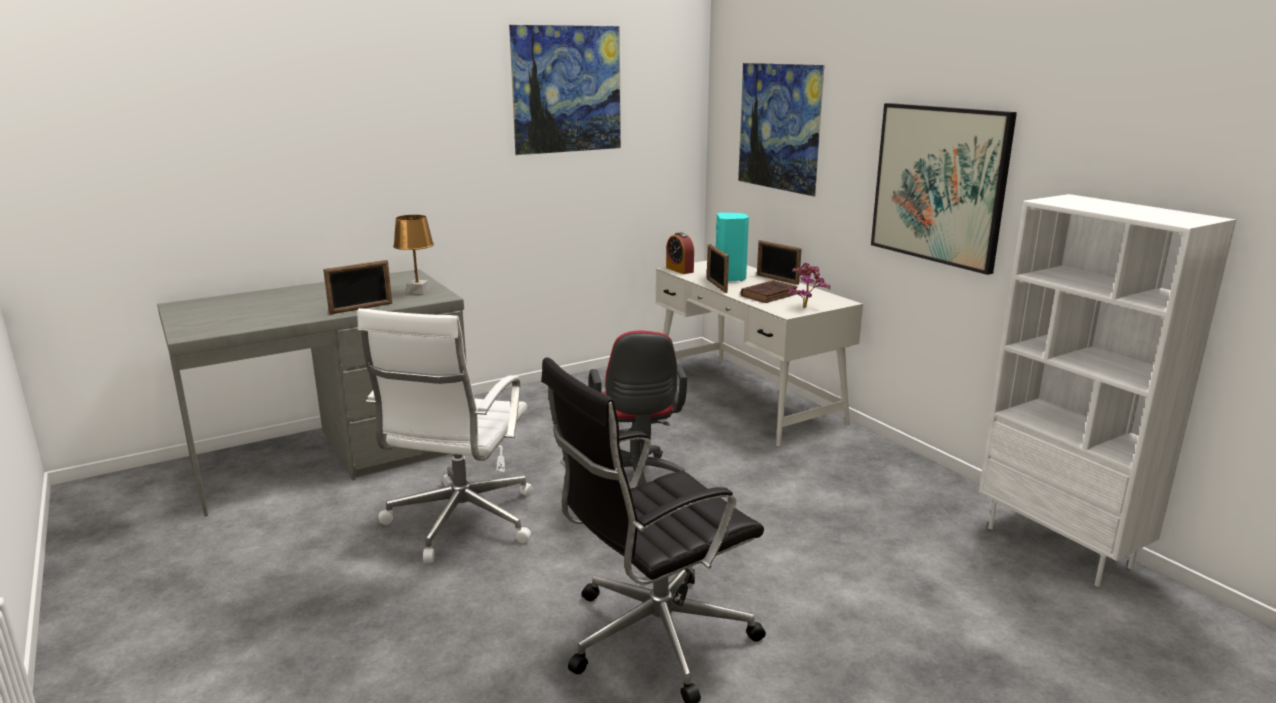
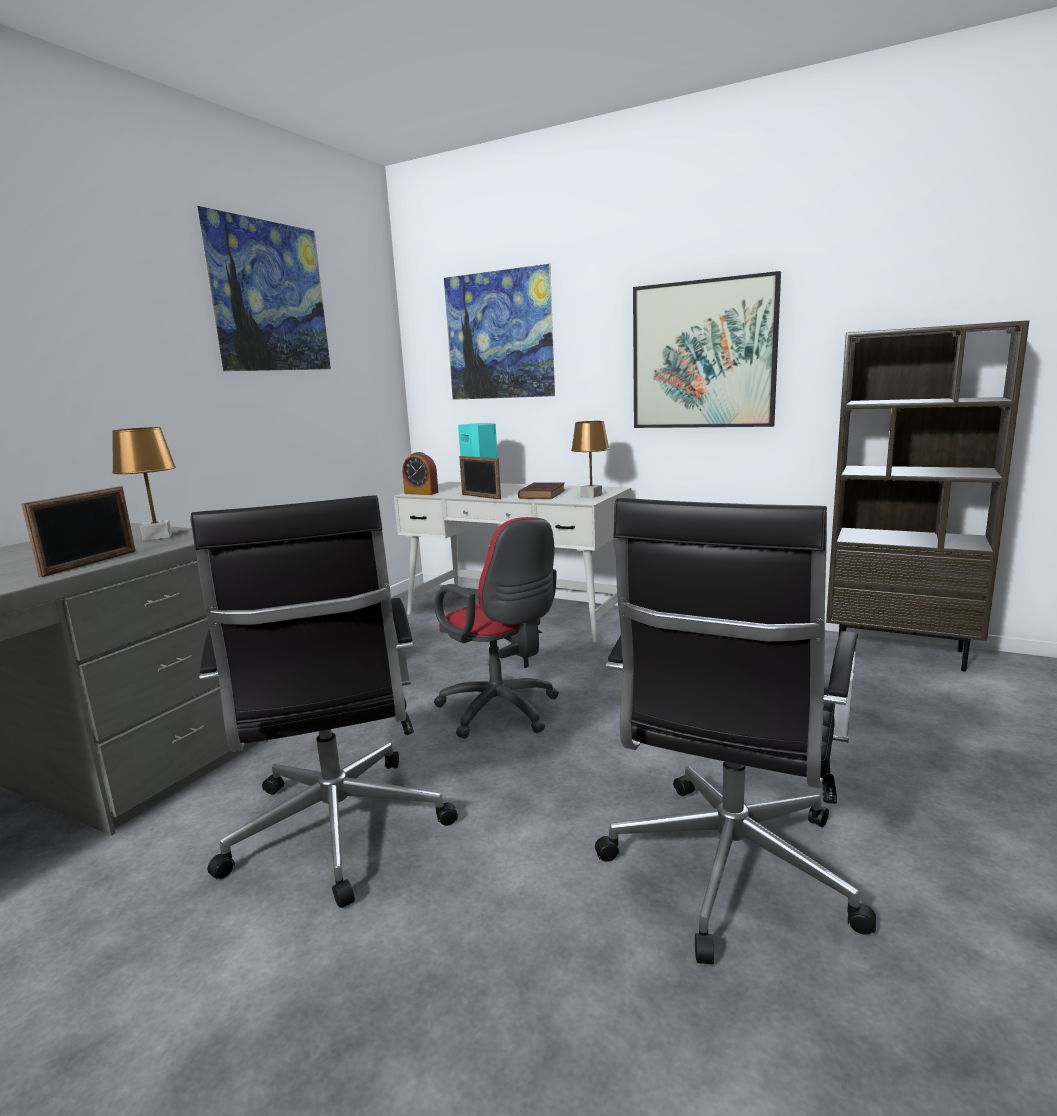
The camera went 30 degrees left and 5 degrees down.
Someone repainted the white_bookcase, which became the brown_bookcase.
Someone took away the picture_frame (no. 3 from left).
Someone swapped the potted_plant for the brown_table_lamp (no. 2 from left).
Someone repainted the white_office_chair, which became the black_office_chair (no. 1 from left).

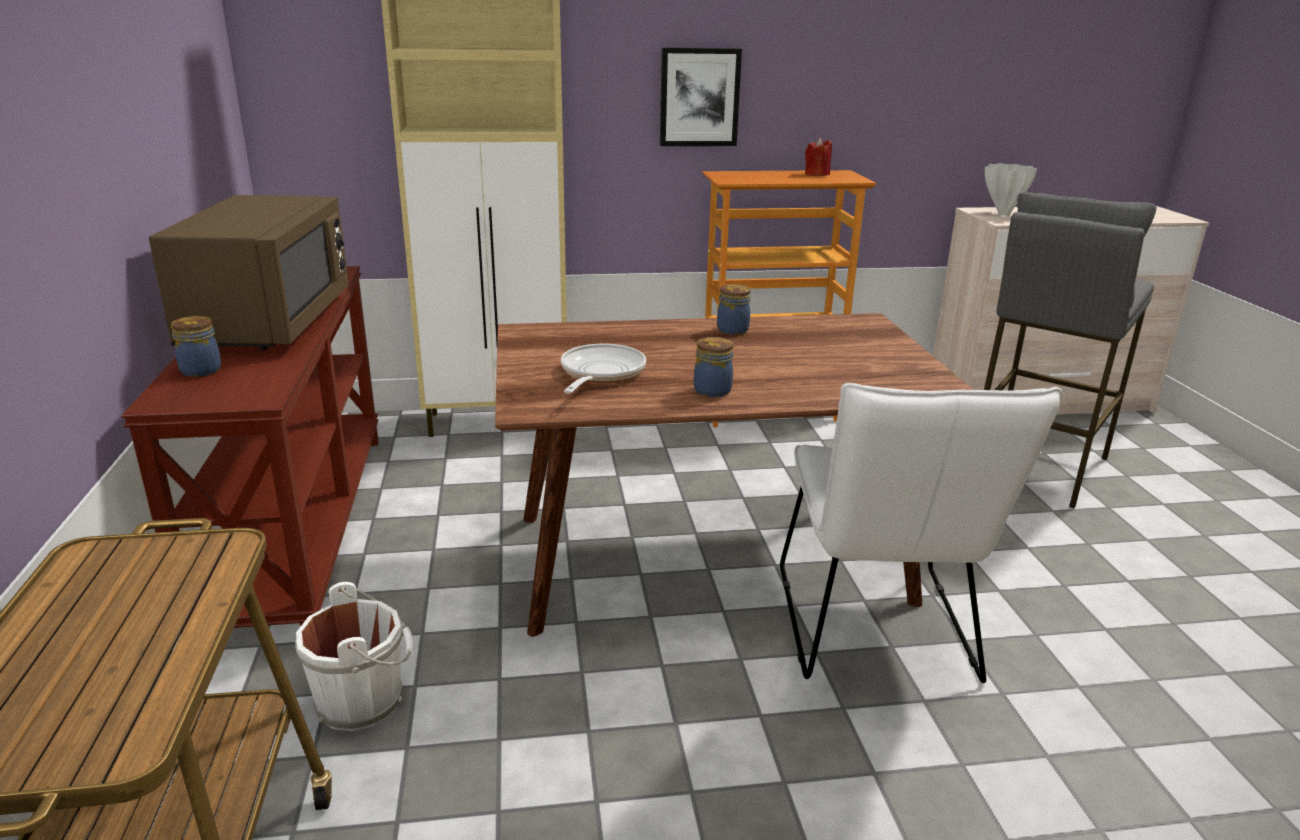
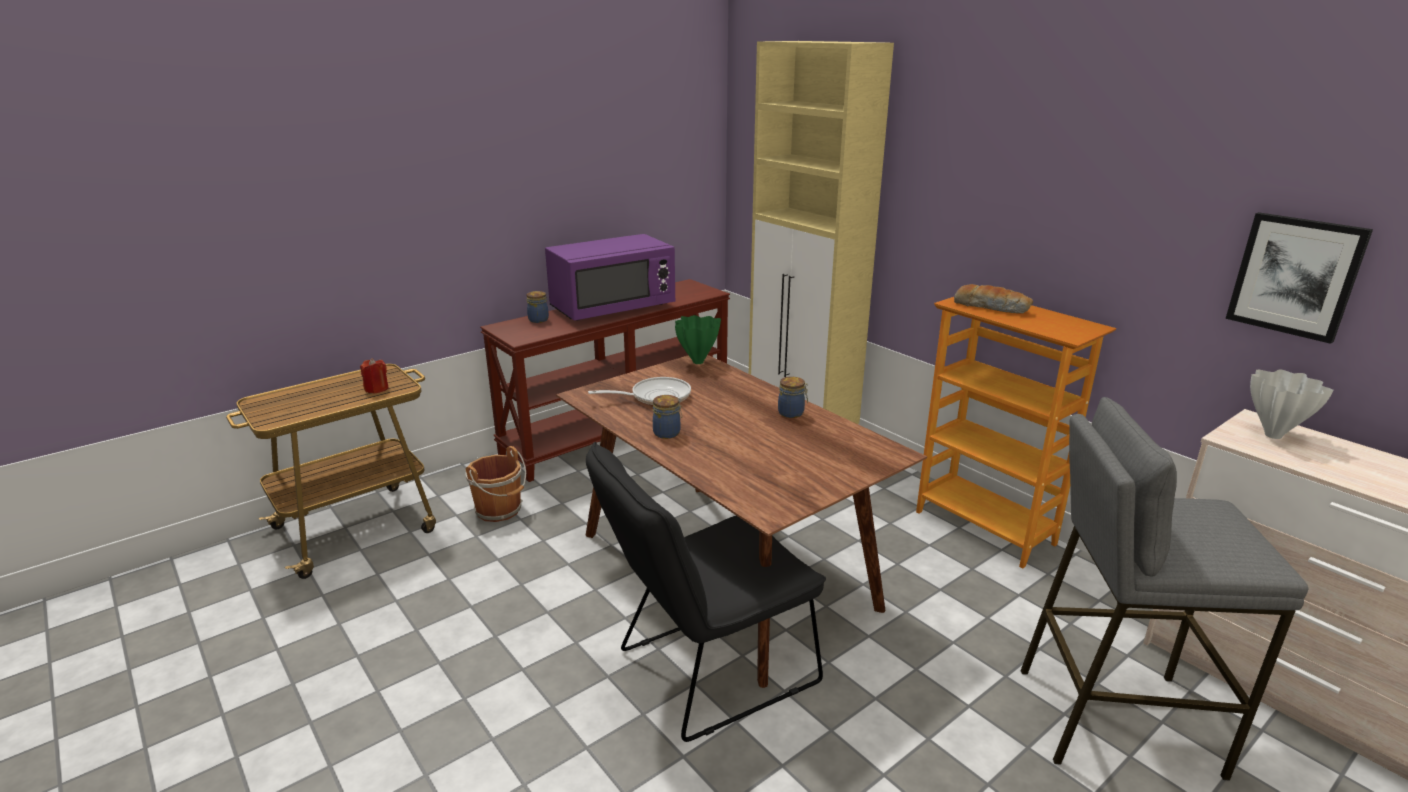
The camera went 60 degrees right and 0 degrees up.
Someone carried the picture.
Someone carried the red_candle.
Someone repainted the brown_microwave, which became the purple_microwave.
Someone repainted the white_chair, which became the black_chair.
Someone repainted the white_bucket, which became the brown_bucket.
Someone put down the bread.
Someone put down the green_vase.

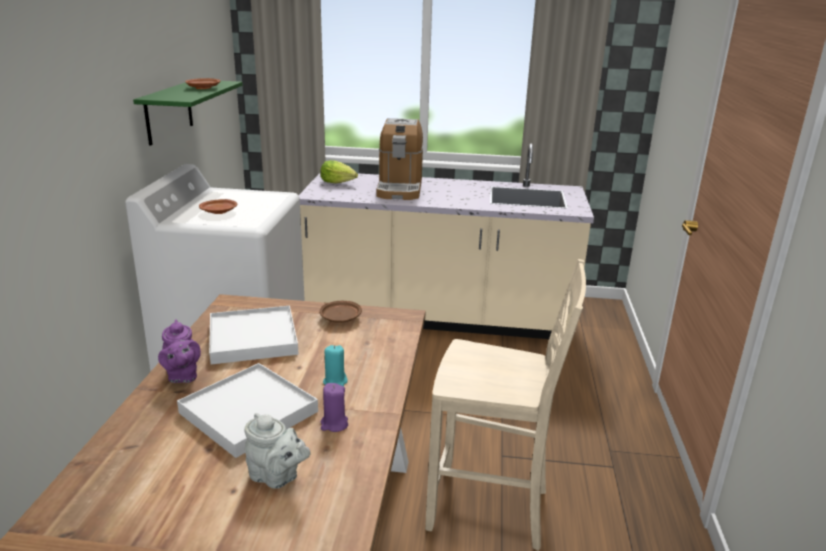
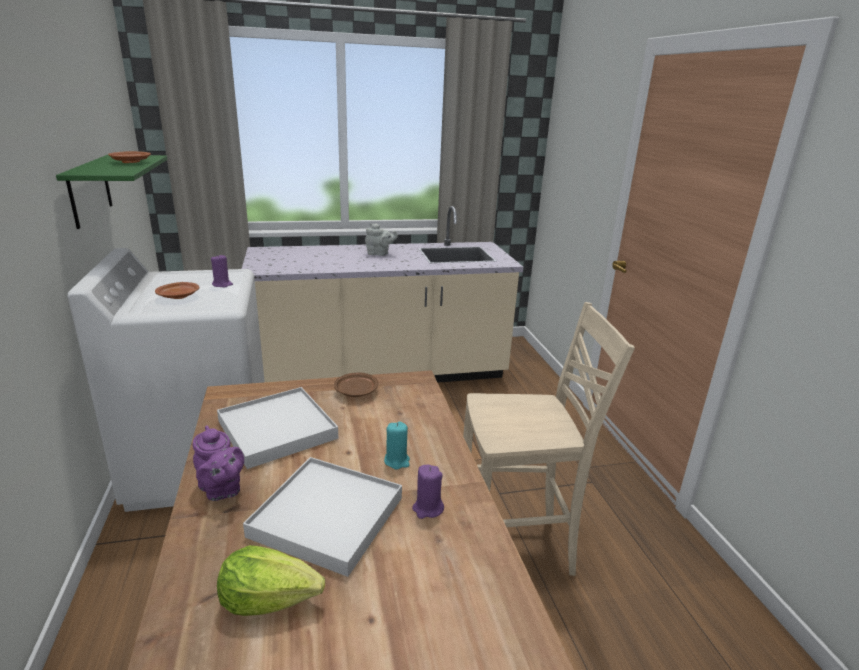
The camera went 20 degrees left and 0 degrees up.
Someone took away the coffee_machine.
Someone carried the lettuce.
Someone carried the grey_teapot.
Someone put down the purple_candle (no. 1 from left).

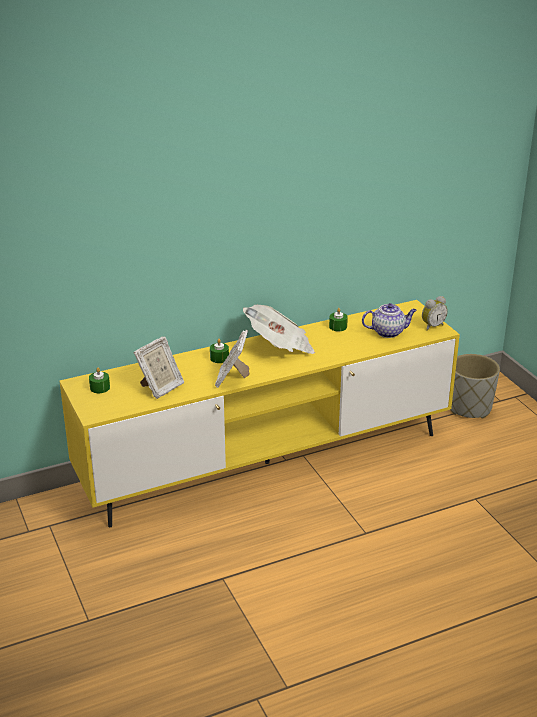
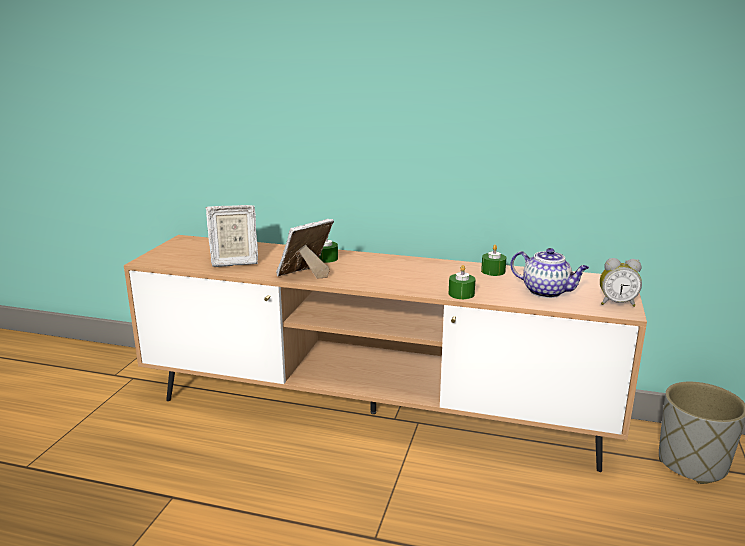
The camera went 40 degrees right and 10 degrees down.
Someone repainted the yellow_tv_stand, which became the brown_tv_stand.
Someone took away the newspaper.
Someone carried the green_candle (no. 1 from left in the first image).

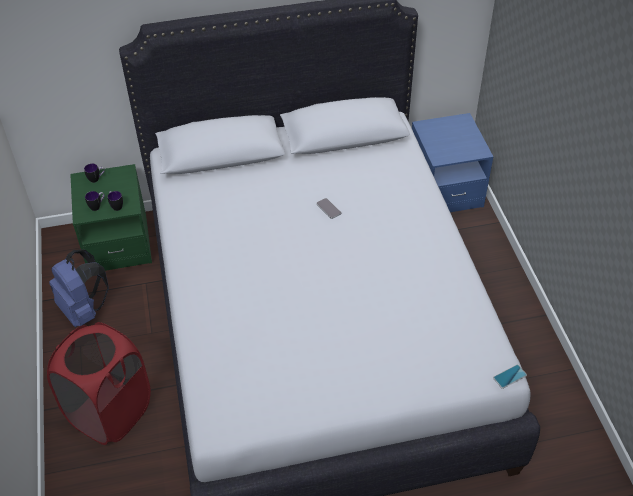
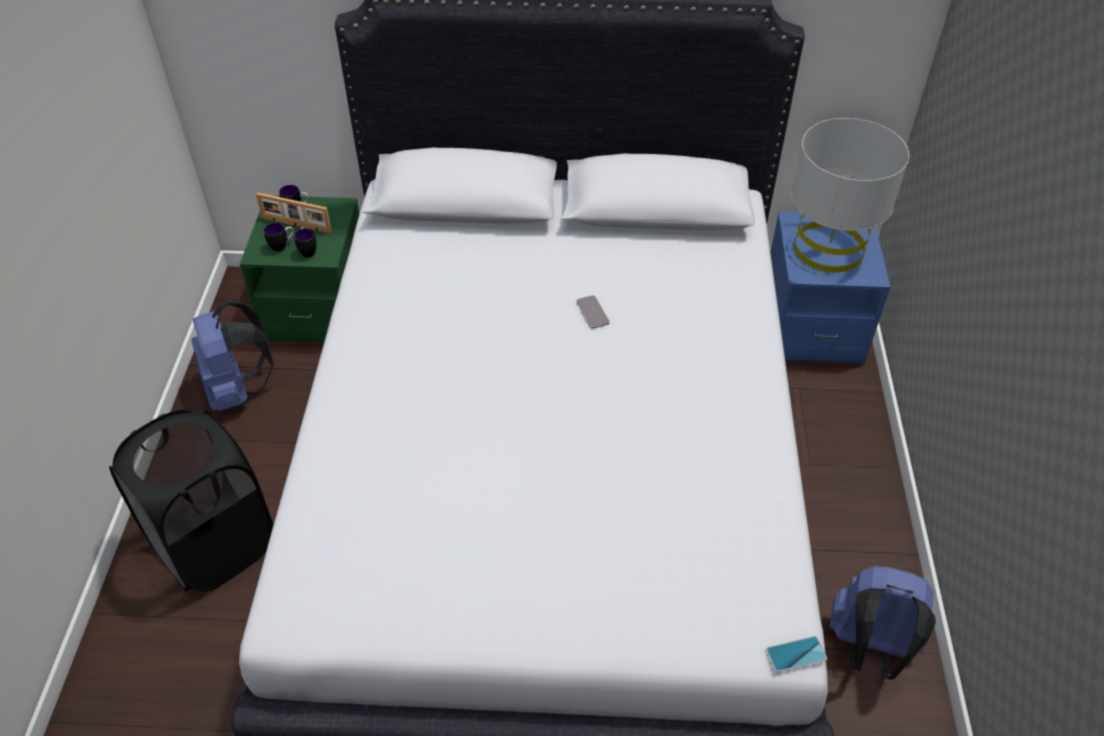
The camera went 15 degrees right and 0 degrees up.
Someone repainted the red_laundry_basket, which became the black_laundry_basket.
Someone put down the grey_table_lamp.
Someone put down the picture_frame.
Someone put down the blue_backpack (no. 2 from left).

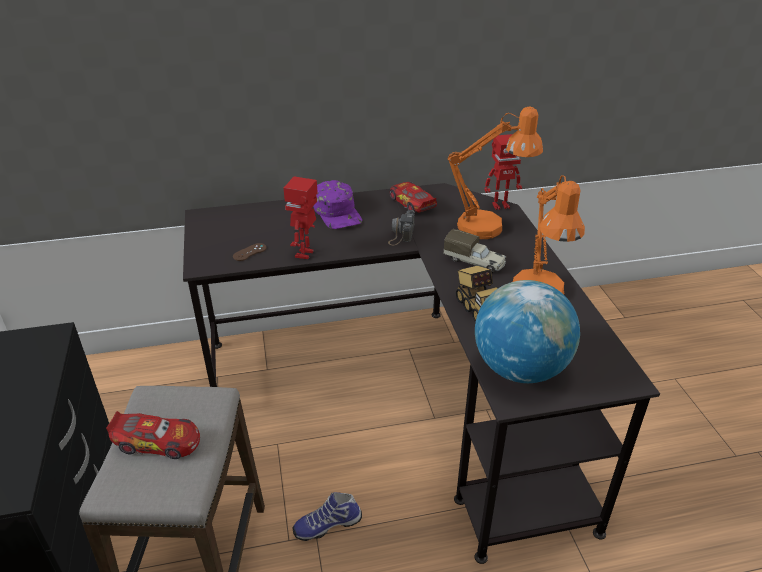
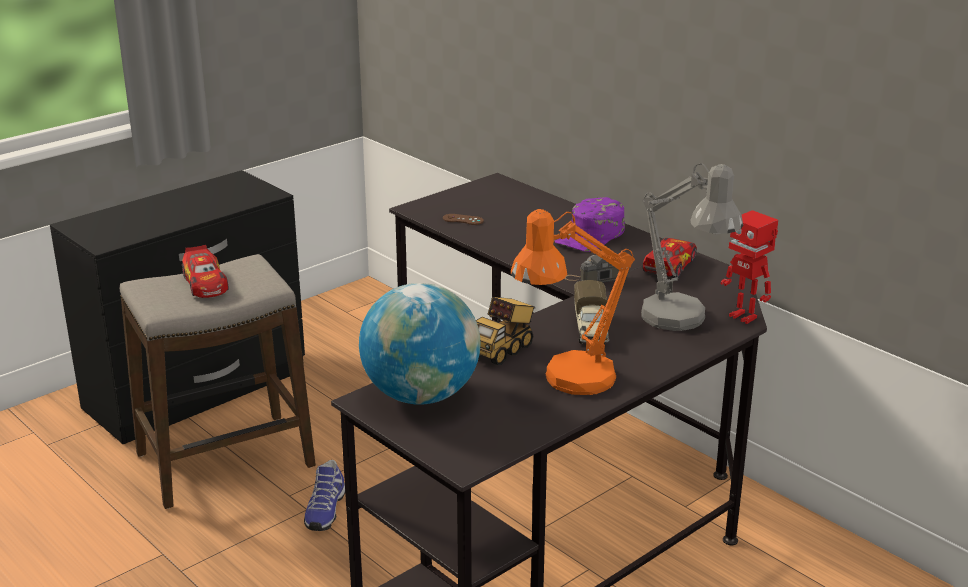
The camera went 60 degrees right and 10 degrees down.
Someone repainted the orange_table_lamp (no. 1 from left), which became the grey_table_lamp.
Someone took away the toy_robot (no. 1 from left).
Someone rotated the shoe by 120 degrees counterclockwise.

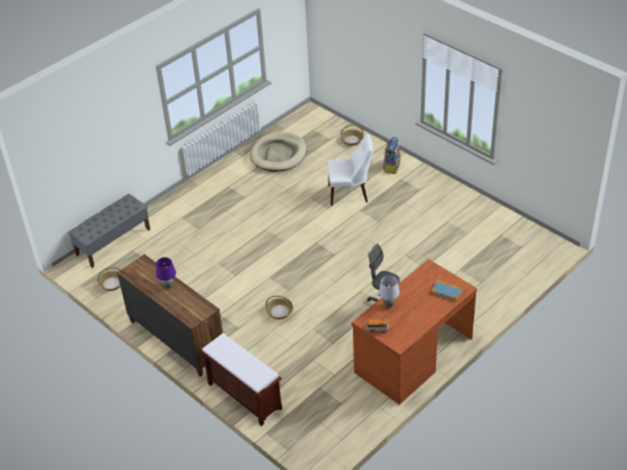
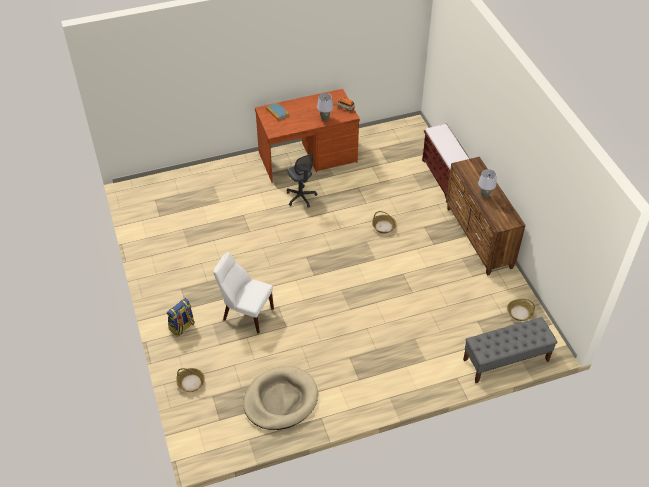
The camera went 155 degrees left and 5 degrees up.
Someone repainted the purple_table_lamp, which became the grey_table_lamp (no. 2 from left).

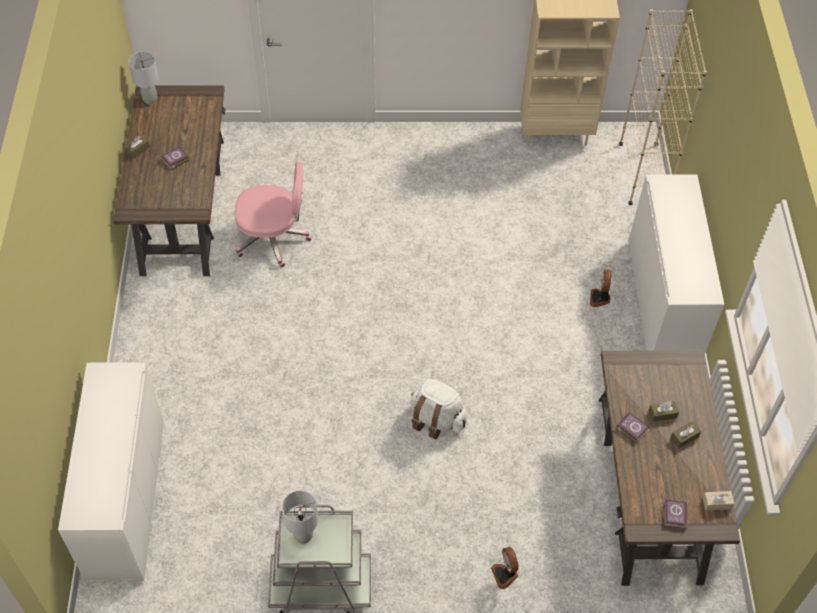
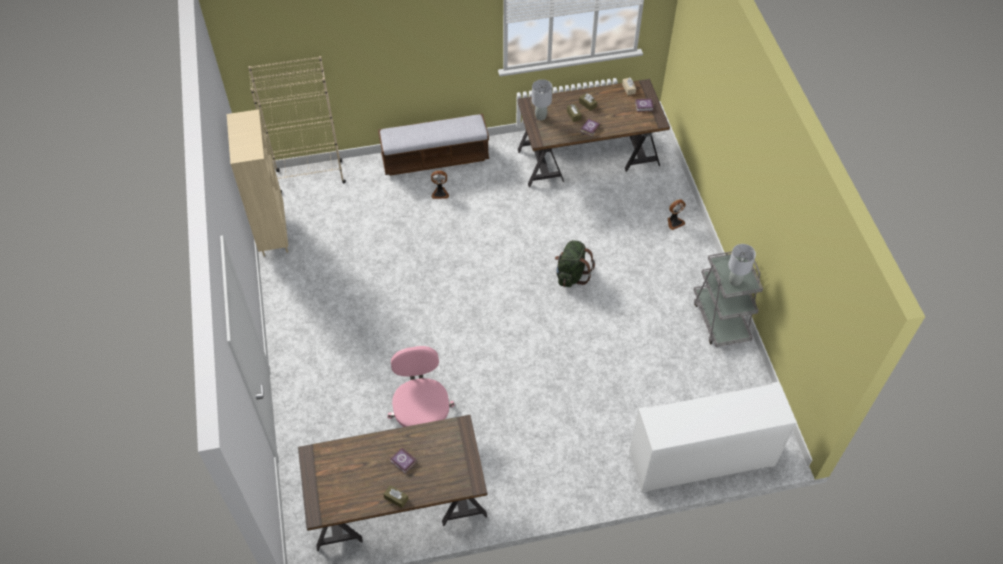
The camera went 100 degrees left and 0 degrees up.
Someone carried the grey_table_lamp (no. 1 from left).
Someone swapped the white_cabinet (no. 2 from left) for the bench.
Someone repainted the white_backpack, which became the green_backpack.

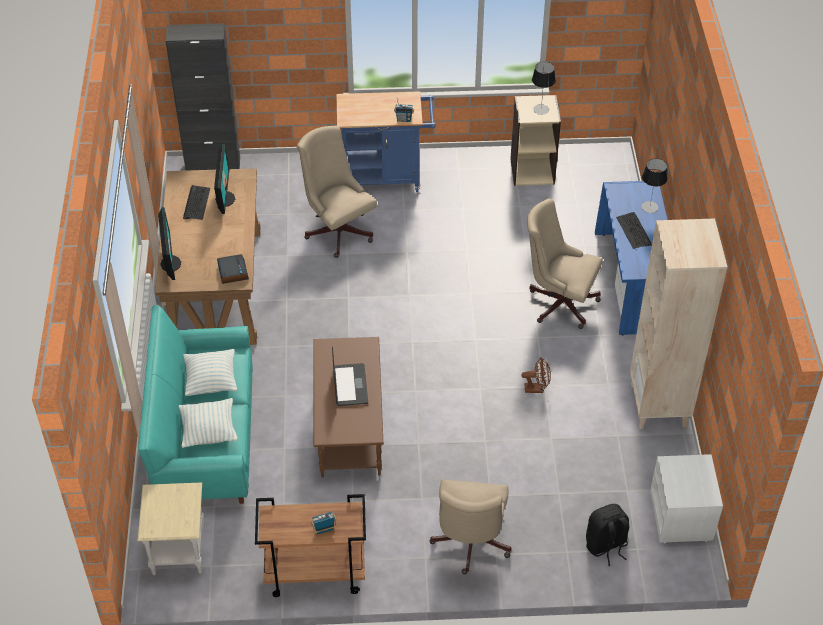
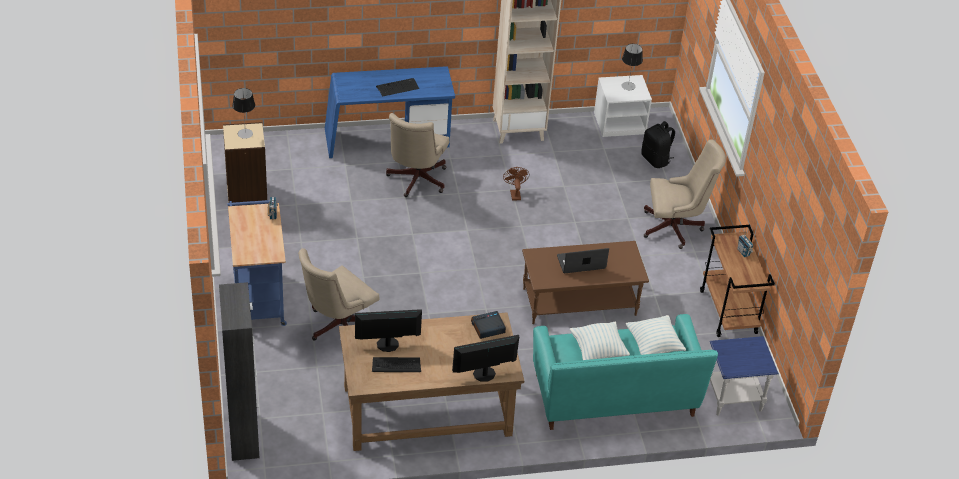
The camera went 100 degrees left and 5 degrees down.
Someone carried the table_lamp (no. 2 from left).
Someone repainted the beige_side_table, which became the blue_side_table.

